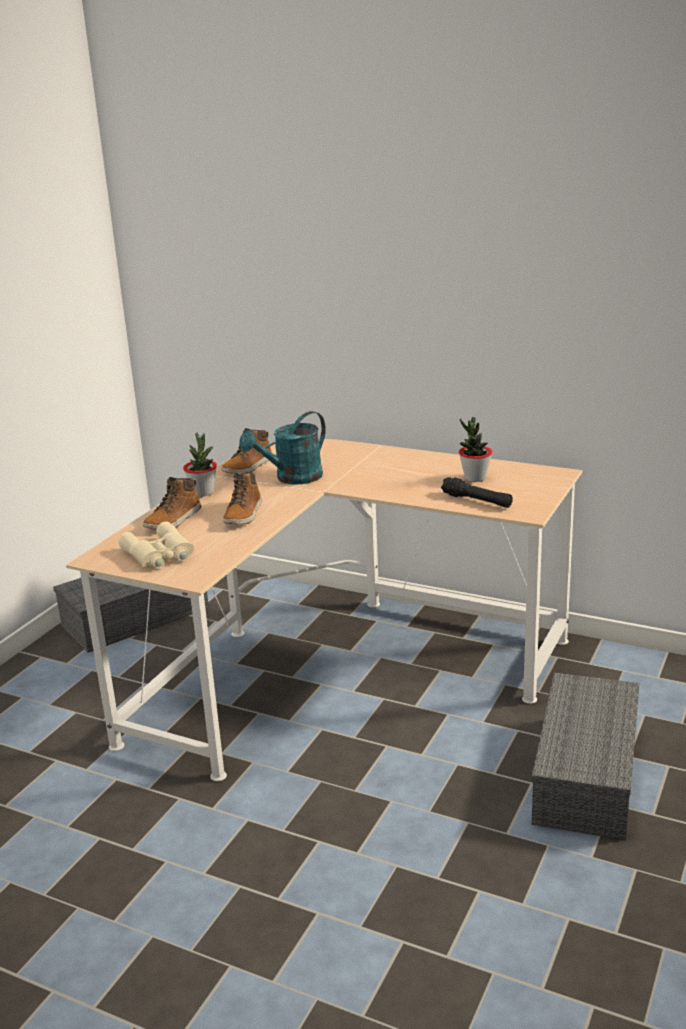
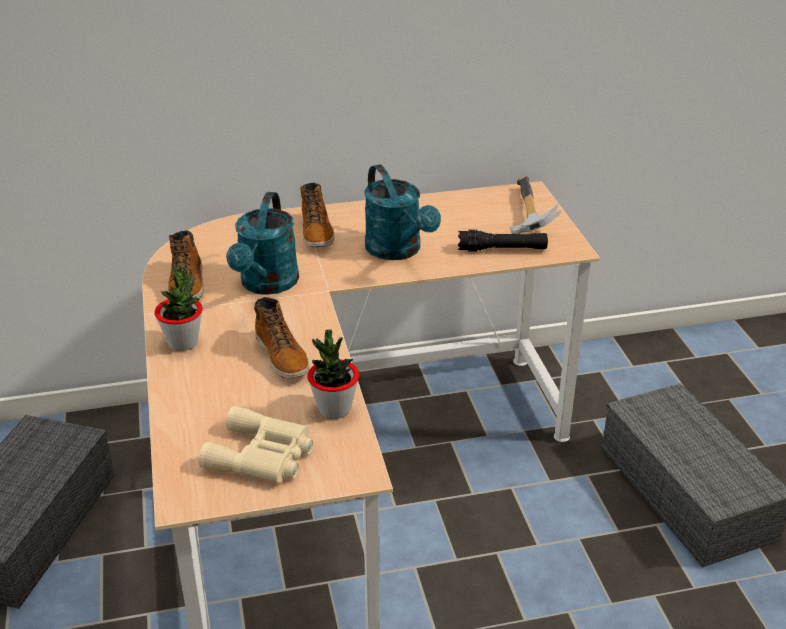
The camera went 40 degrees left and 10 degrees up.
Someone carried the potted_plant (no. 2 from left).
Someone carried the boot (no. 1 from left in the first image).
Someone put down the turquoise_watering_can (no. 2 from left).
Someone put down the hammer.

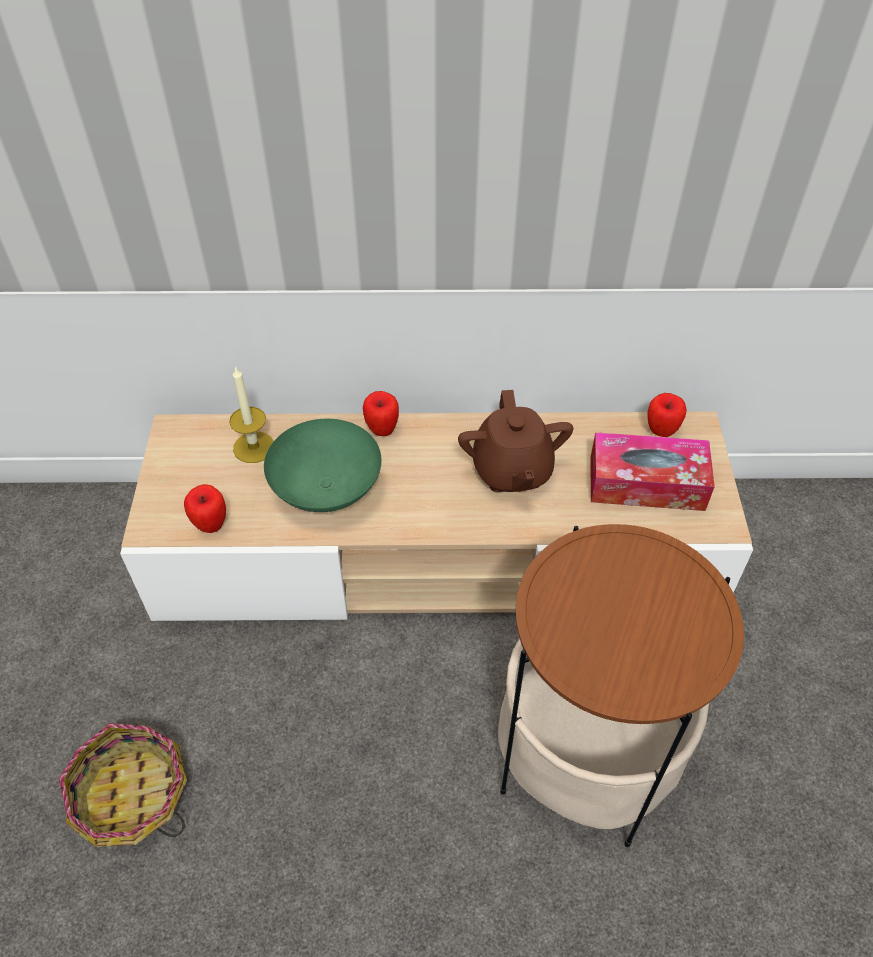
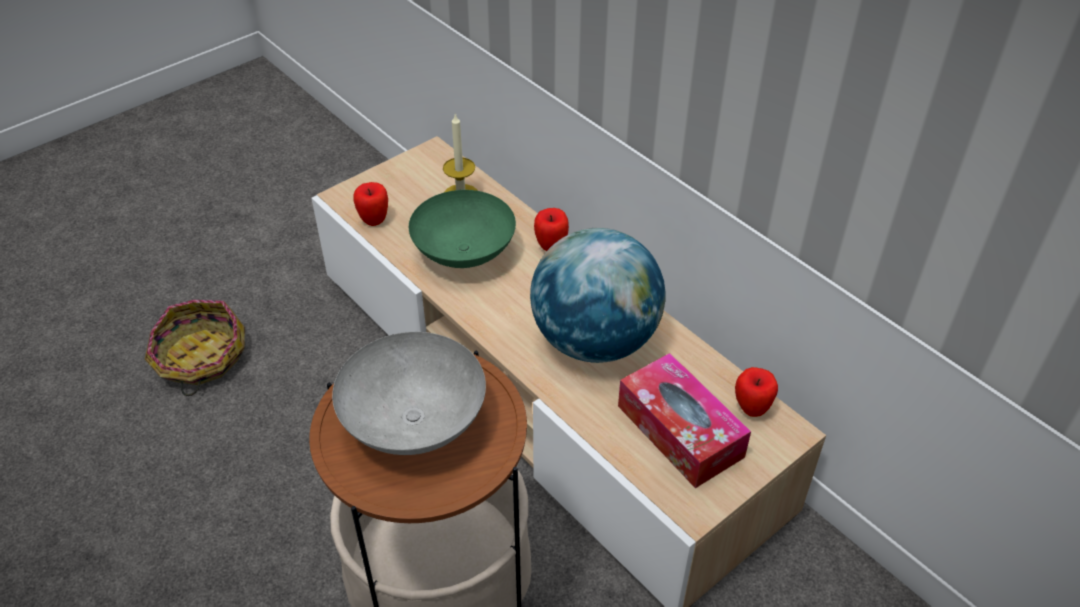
The camera went 50 degrees right and 5 degrees down.
Someone swapped the brown_teapot for the globe.
Someone put down the grey_bowl.

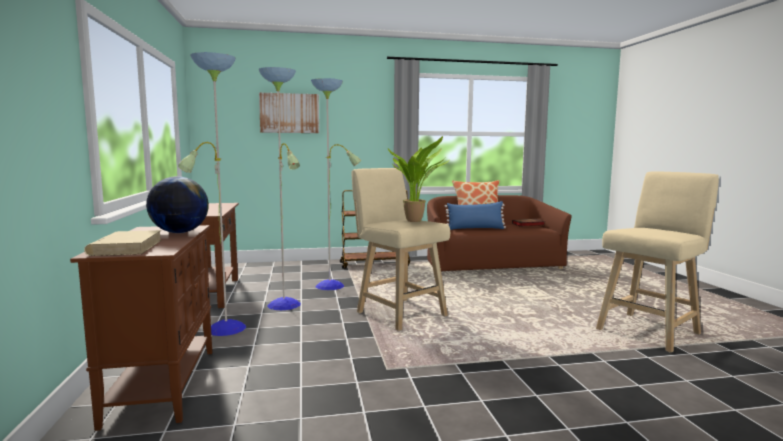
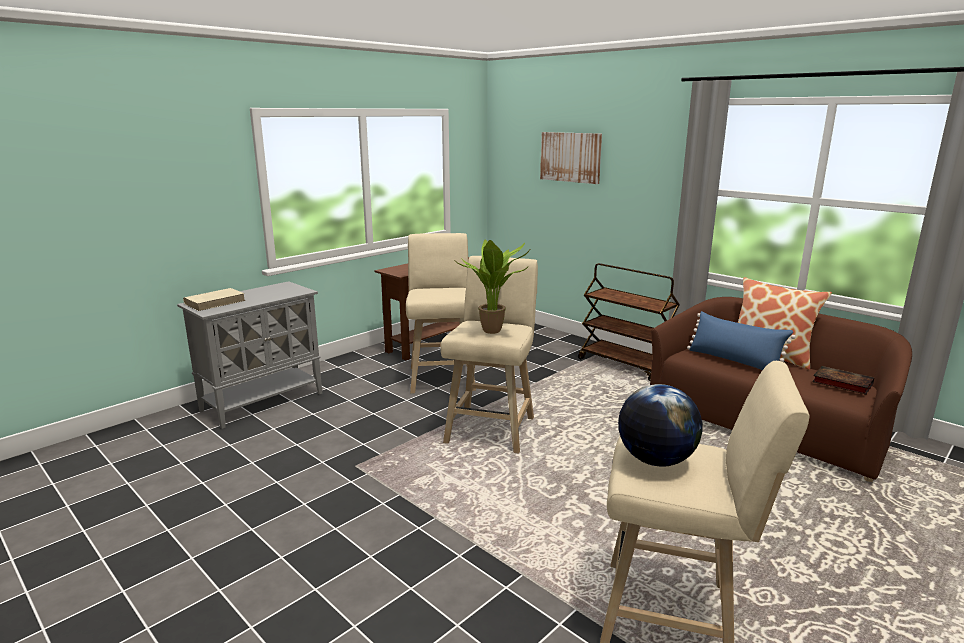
The camera went 55 degrees right and 10 degrees up.
Someone swapped the floor_lamp for the beige_stool (no. 1 from left).
Someone carried the globe.
Someone repainted the brown_cabinet, which became the grey_cabinet.

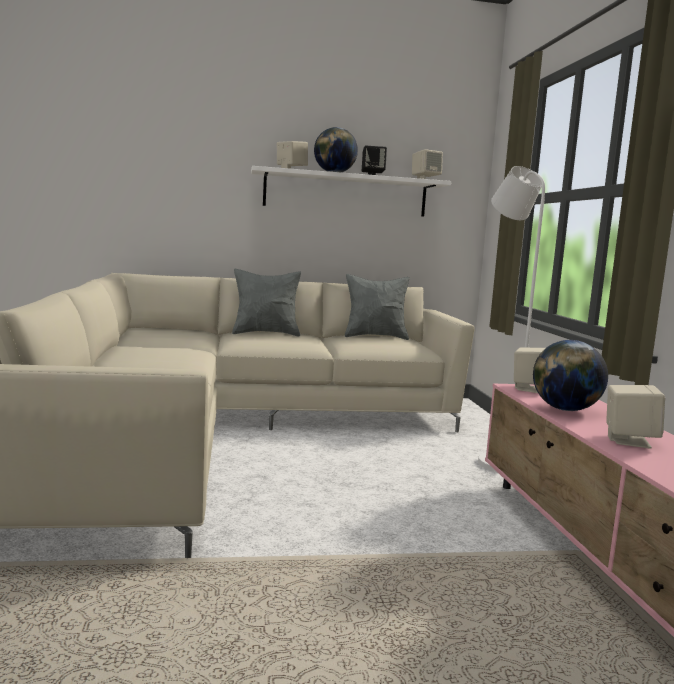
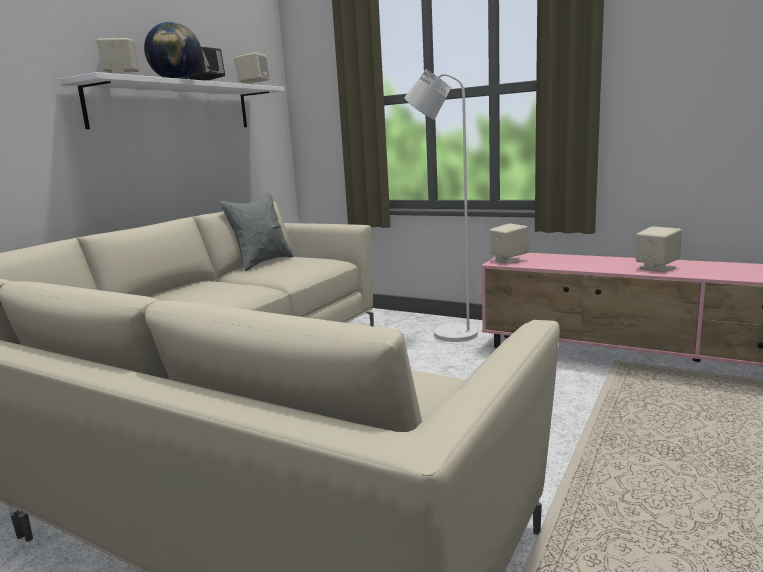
The camera went 50 degrees left and 5 degrees up.
Someone took away the grey_pillow (no. 1 from left).
Someone took away the globe (no. 2 from left).

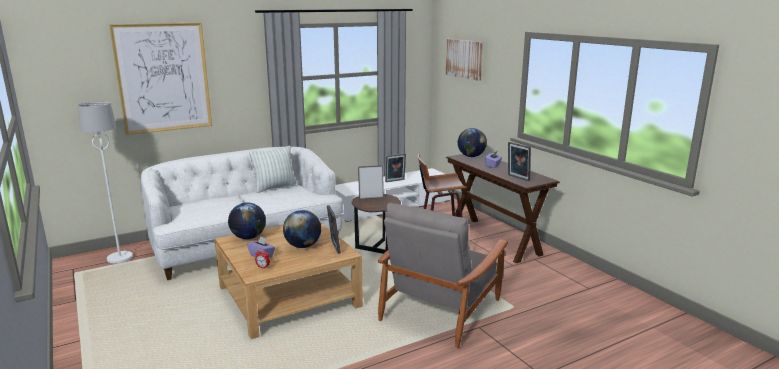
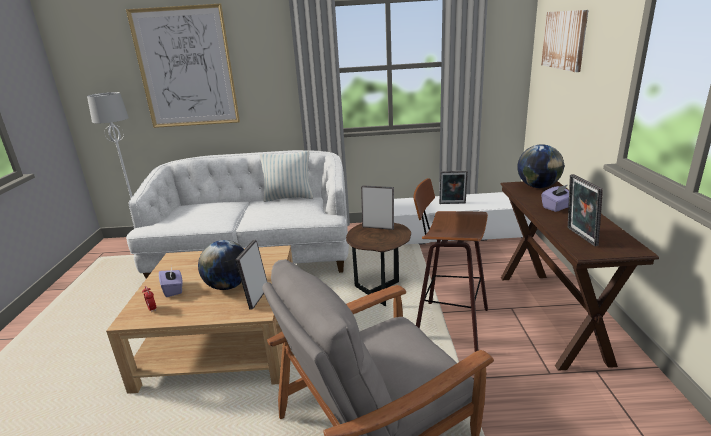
The camera went 30 degrees right and 5 degrees up.
Someone took away the globe (no. 1 from left).

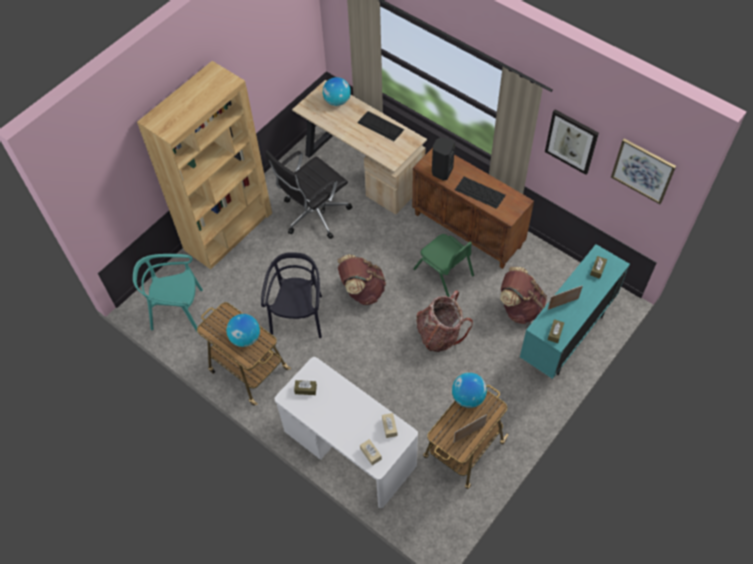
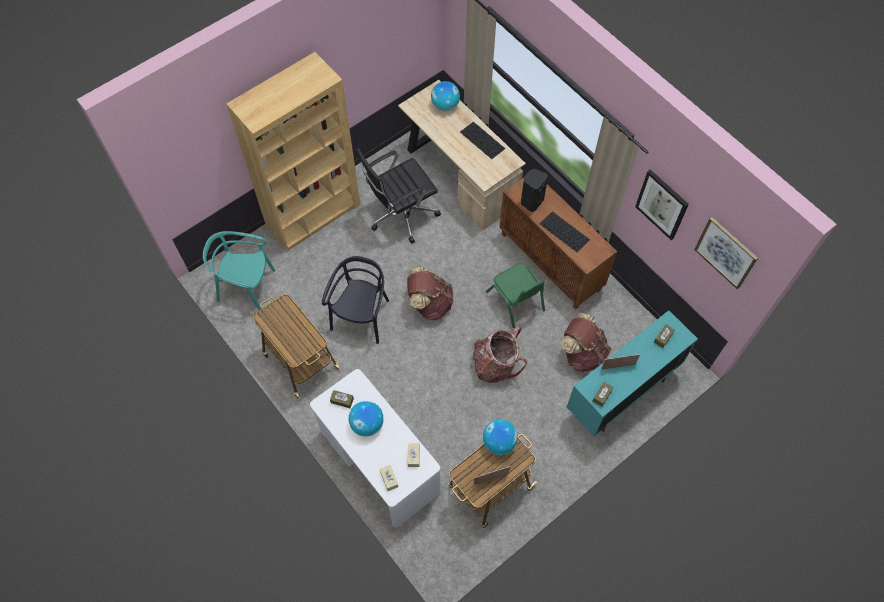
The camera went 10 degrees right and 5 degrees up.
Someone carried the globe (no. 1 from left).

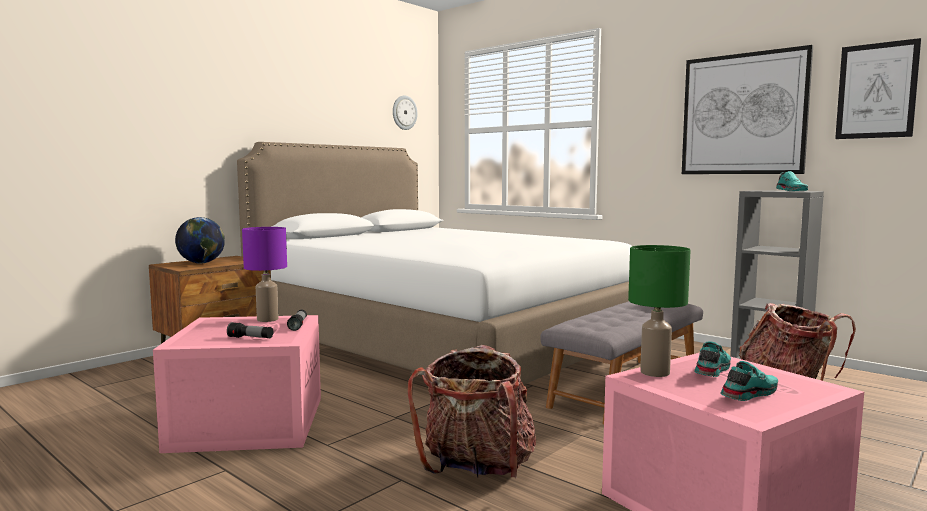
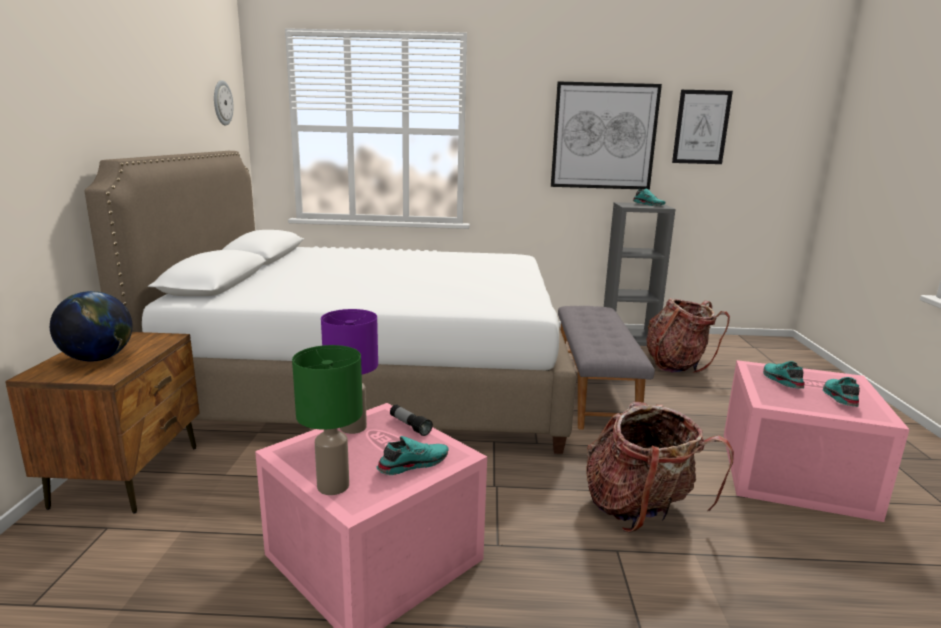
The camera went 40 degrees left and 10 degrees up.
Someone carried the green_table_lamp.
Someone swapped the flashlight (no. 1 from left) for the turquoise_shoe (no. 1 from left).

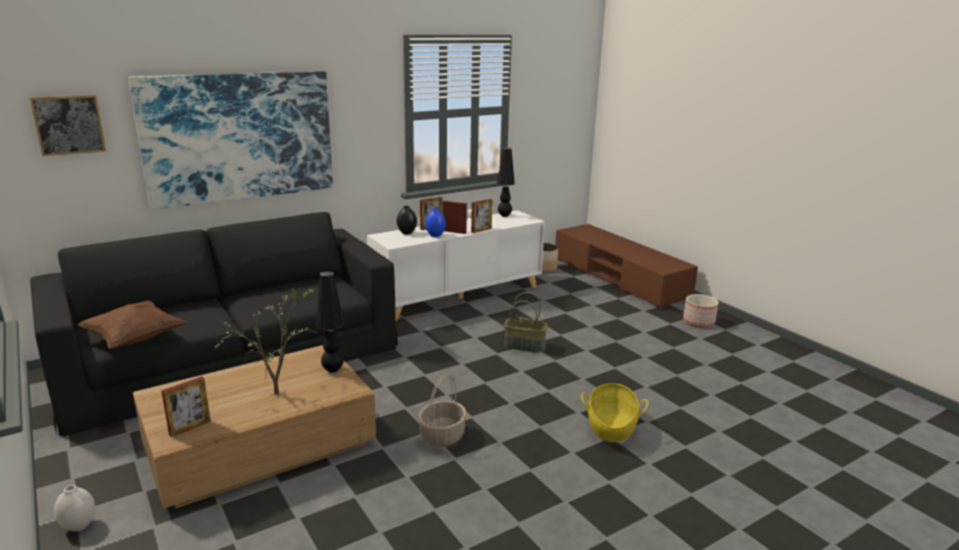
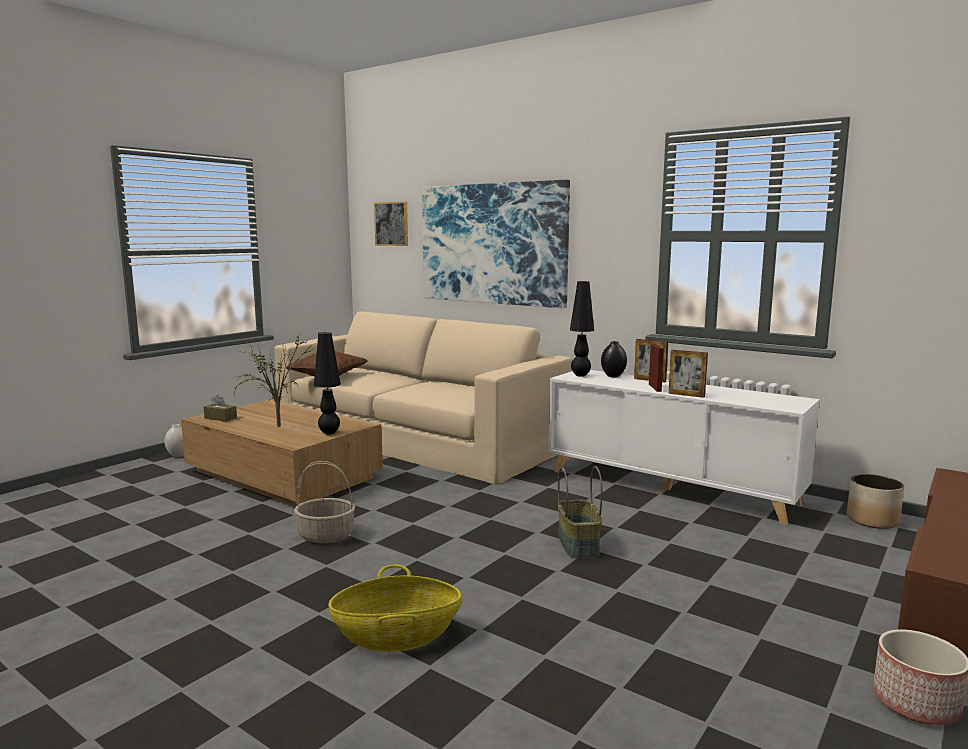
The camera went 70 degrees right and 10 degrees down.
Someone carried the black_table_lamp (no. 2 from left).
Someone took away the blue_vase.
Someone repainted the black_sofa, which became the beige_sofa.
Someone swapped the picture_frame (no. 1 from left) for the brown_tissue_box.

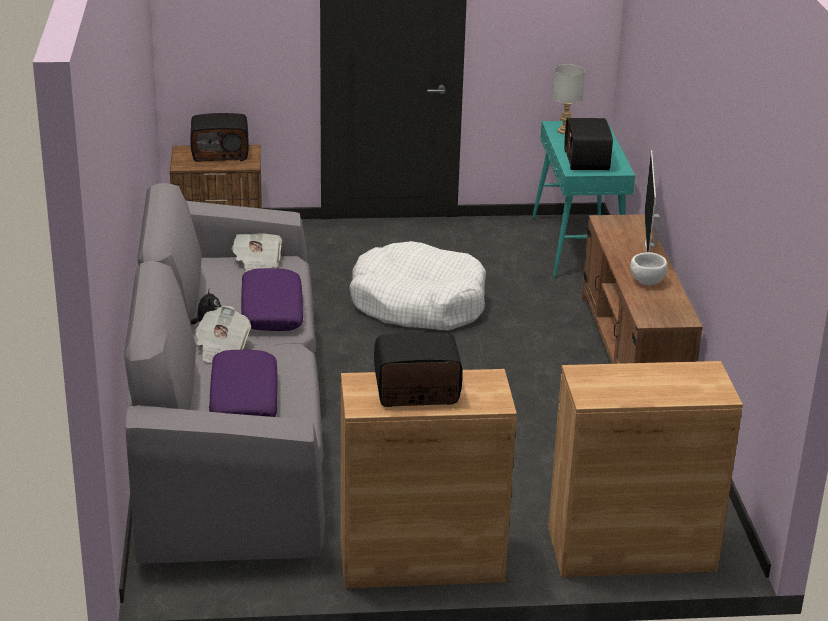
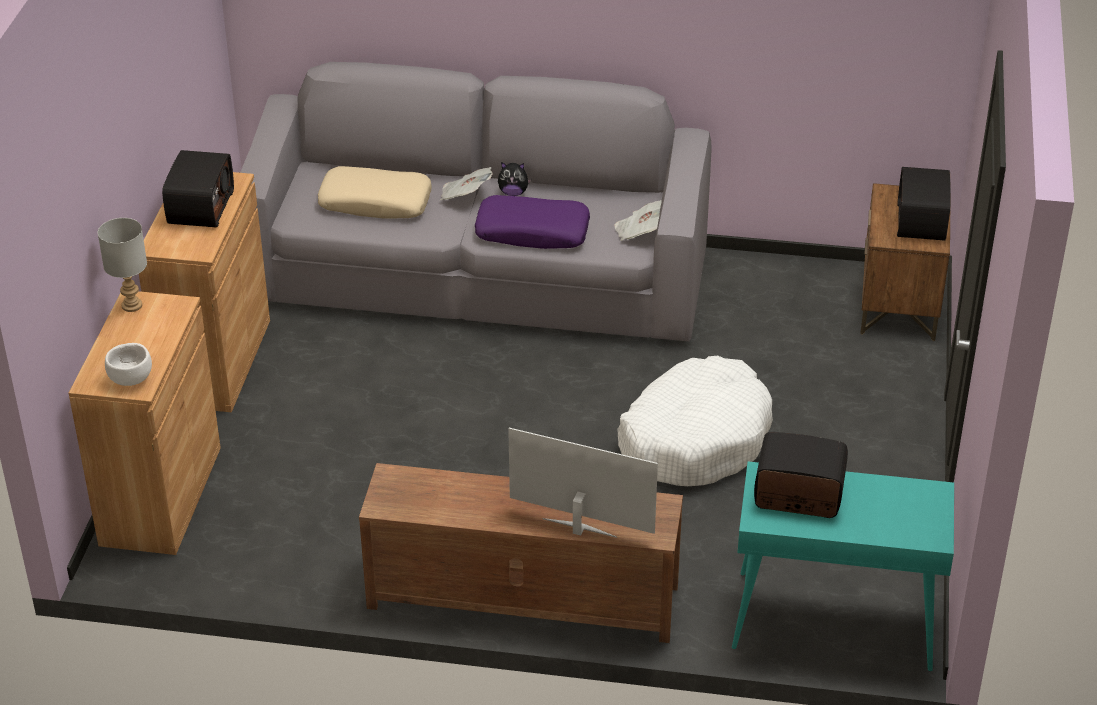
The camera went 105 degrees right and 10 degrees up.
Someone carried the grey_table_lamp.
Someone carried the white_bowl.
Someone repainted the purple_pillow (no. 1 from left), which became the beige_pillow.

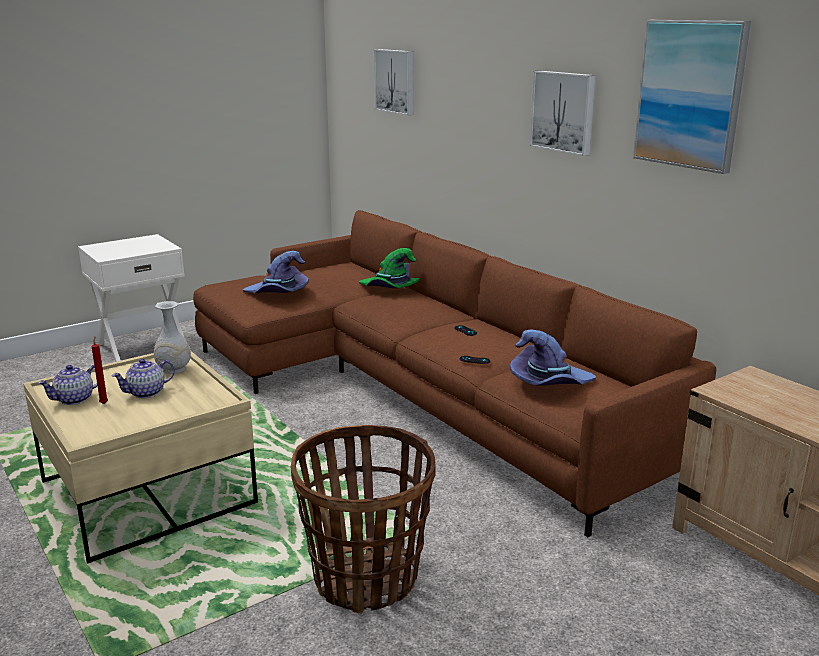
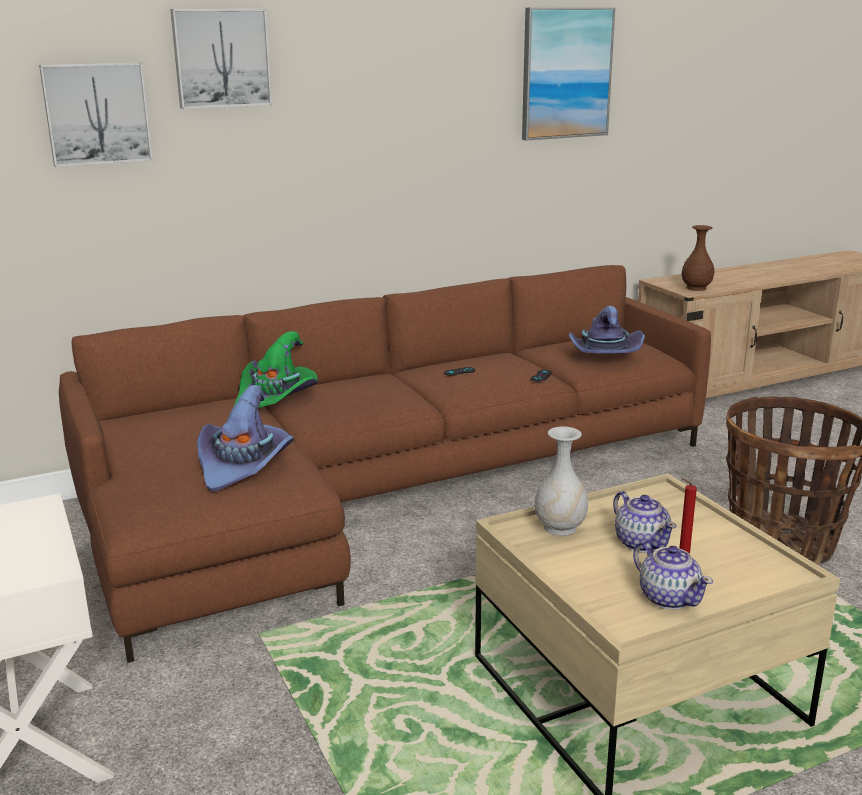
The camera went 80 degrees left and 0 degrees up.
Someone carried the picture (no. 2 from left).
Someone put down the brown_vase.

